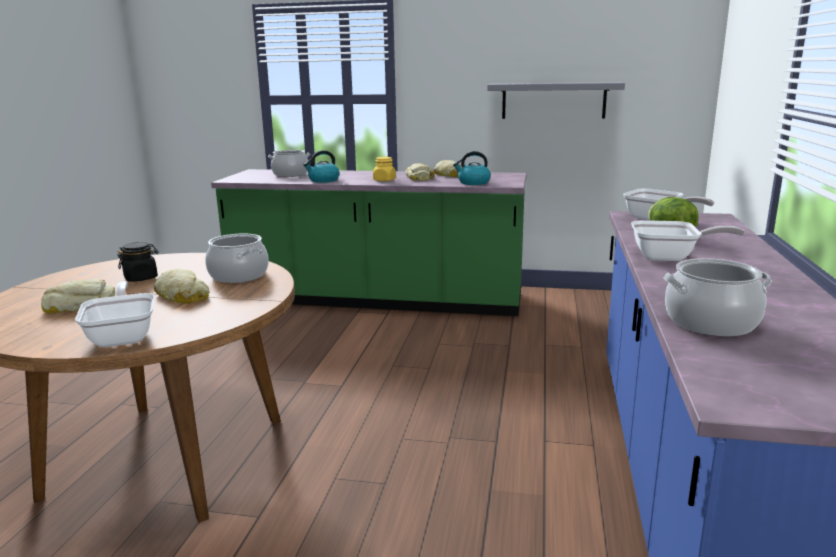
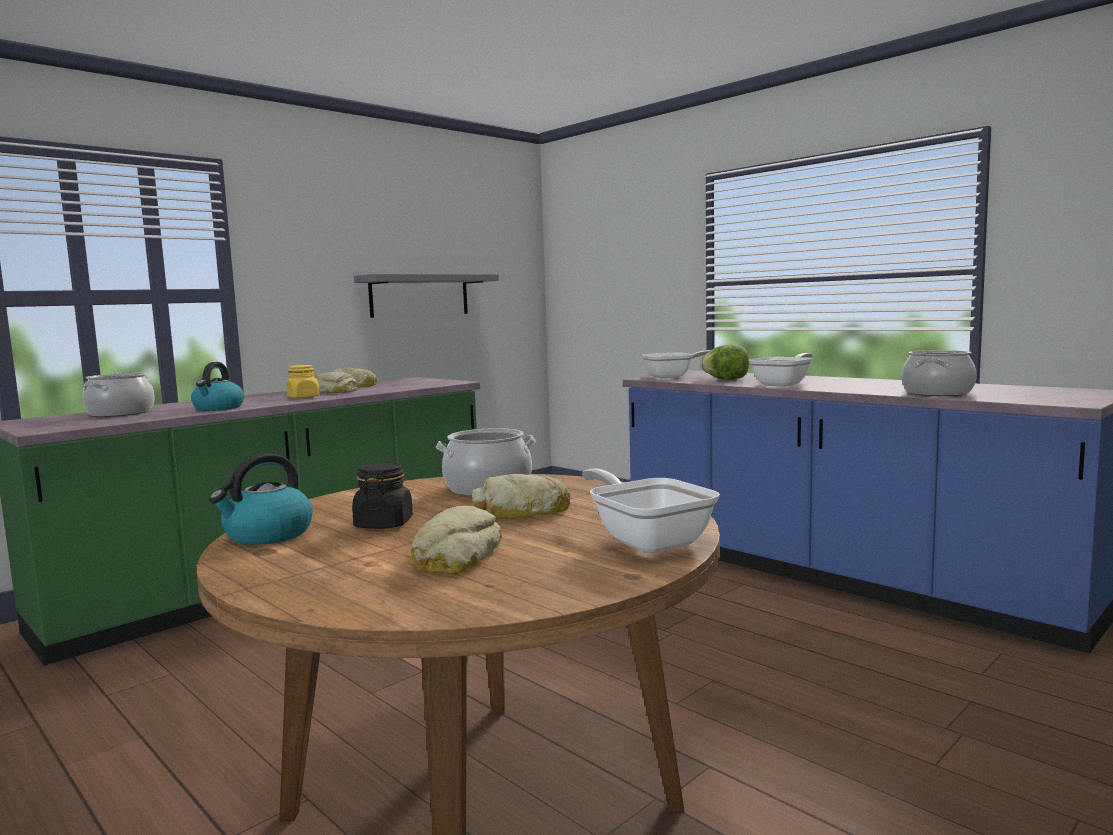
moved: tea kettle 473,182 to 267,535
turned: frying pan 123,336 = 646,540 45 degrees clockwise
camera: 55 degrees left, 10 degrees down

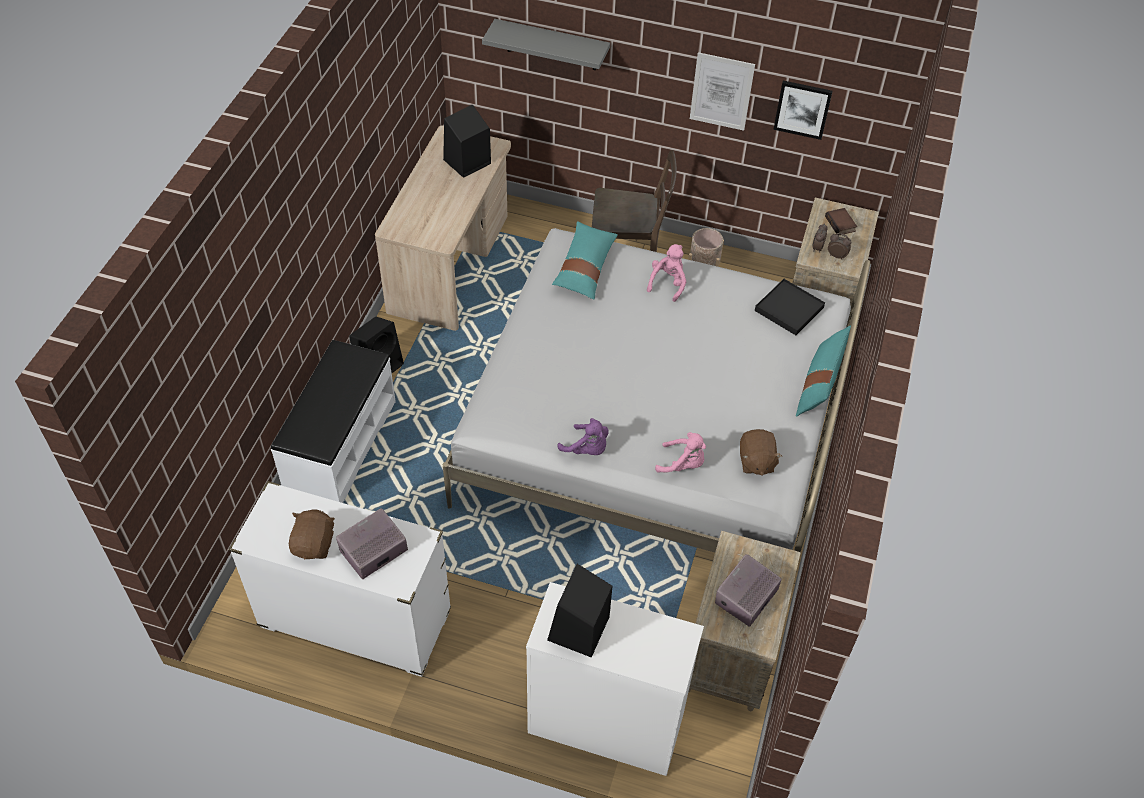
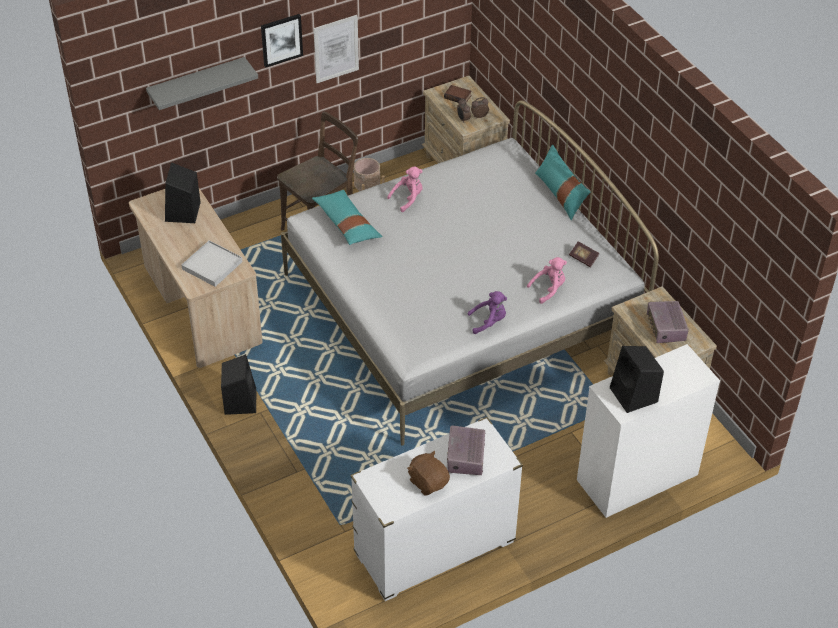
removed: white indoor bench 340,445; black carrying tray 789,309
added: white carrying tray 212,265
moved: wall art 802,109 to 281,39
replaced: brown-coloured soft toy 756,461 to bound book 583,258
turned: pink-coloured soft toy 668,283 = 408,198 75 degrees clockwise
camera: 45 degrees left, 5 degrees down

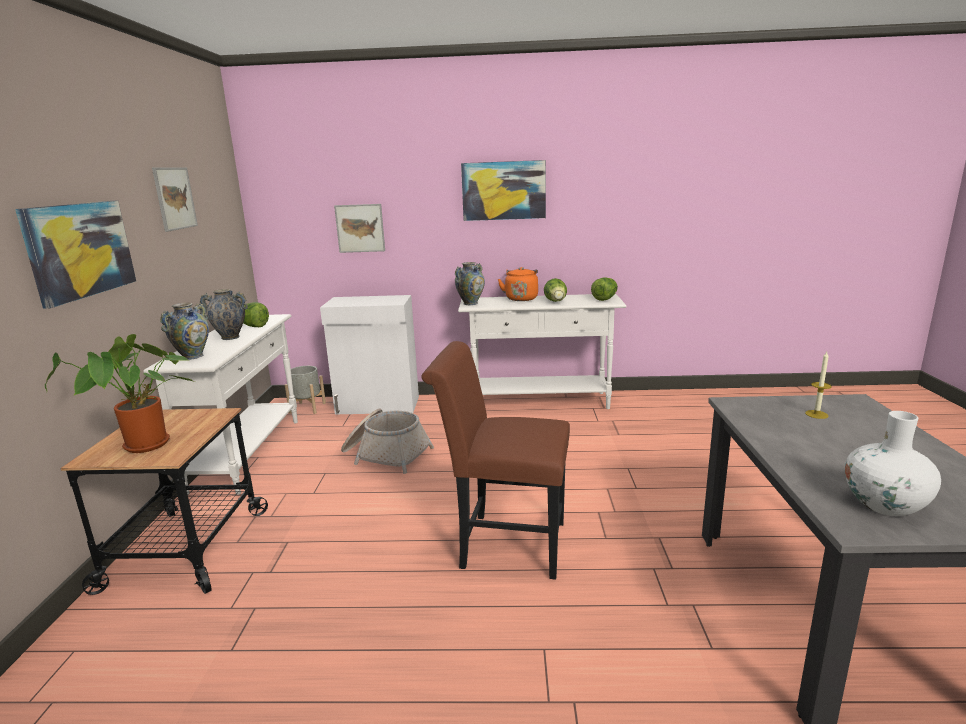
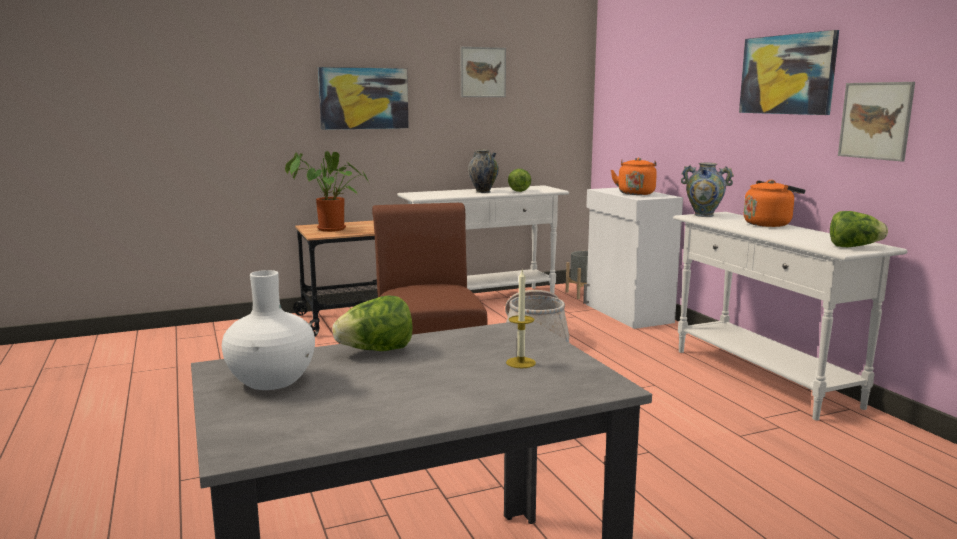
removed: decorative vase 193,356
added: orangey tea kettle 636,193
moved: wall art 360,228 to 875,120; lettuce 556,302 to 376,351
camera: 65 degrees right, 5 degrees down

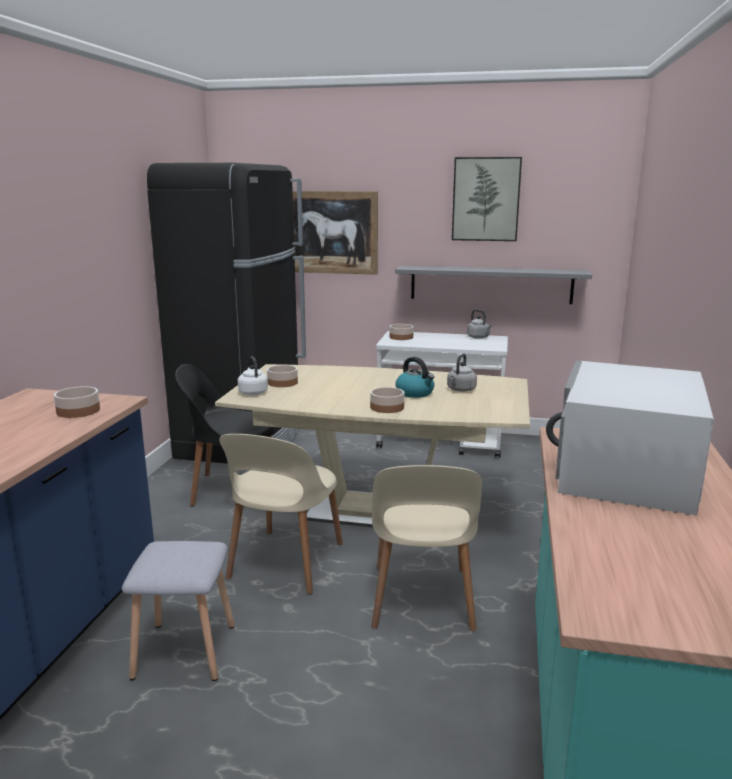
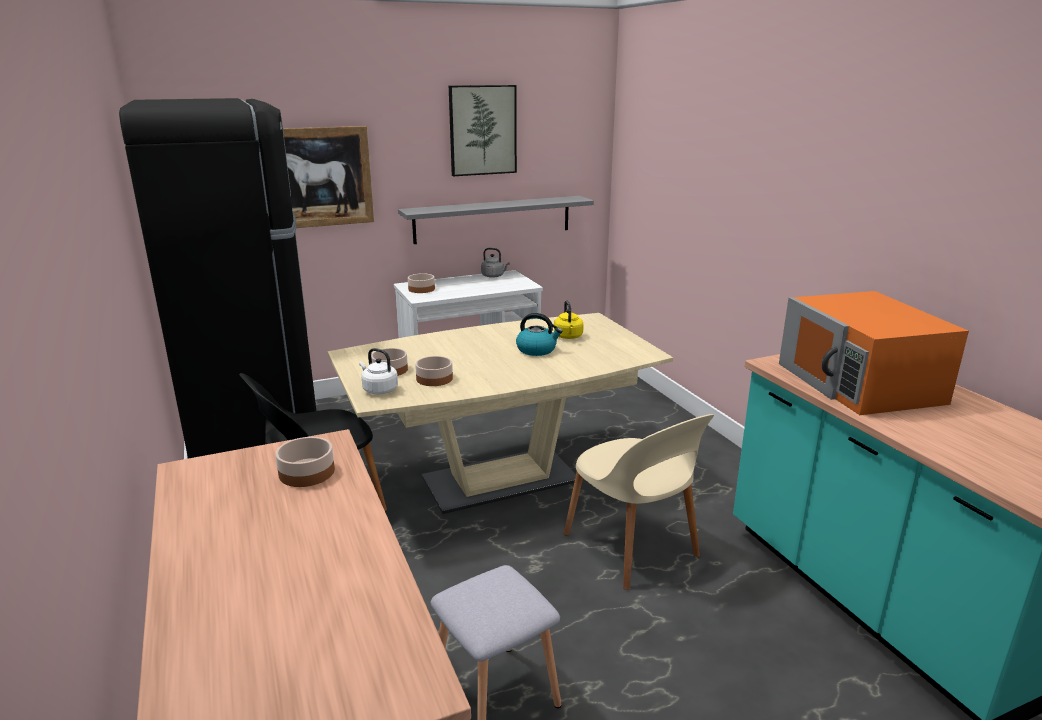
removed: beige-coloured plain chair 285,562
moved: serving bowl 387,407 to 434,378
recoloured: grey tea kettle 460,390 to yellowish tea kettle 568,337; white kitchen microwave 625,471 to orangey kitchen microwave 860,383
camera: 35 degrees left, 5 degrees up

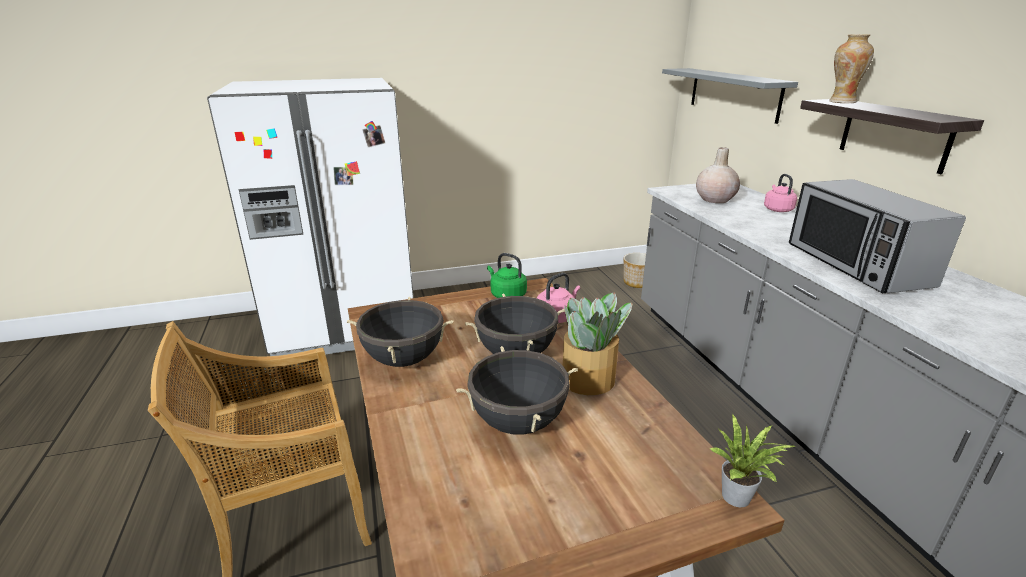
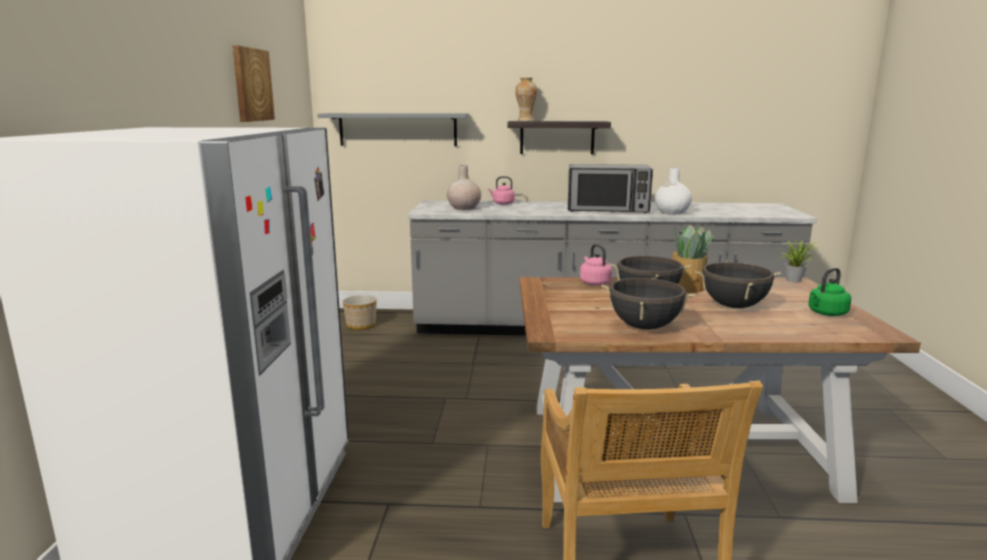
added: wall art 251,85; white decorative vase 671,212
moved: green tea kettle 506,295 to 826,313
camera: 70 degrees left, 10 degrees down

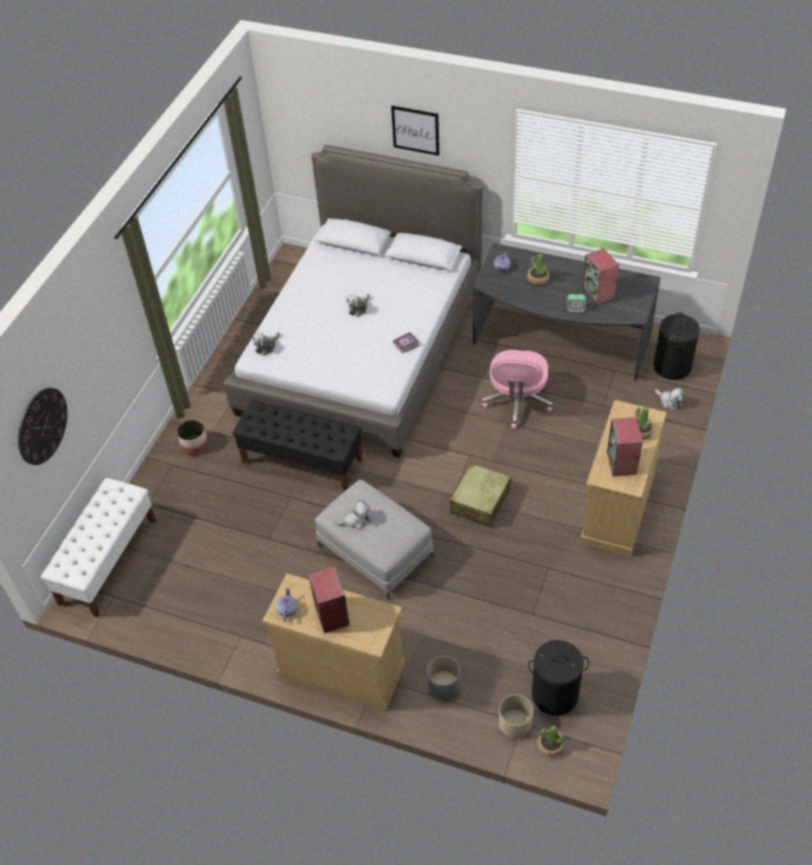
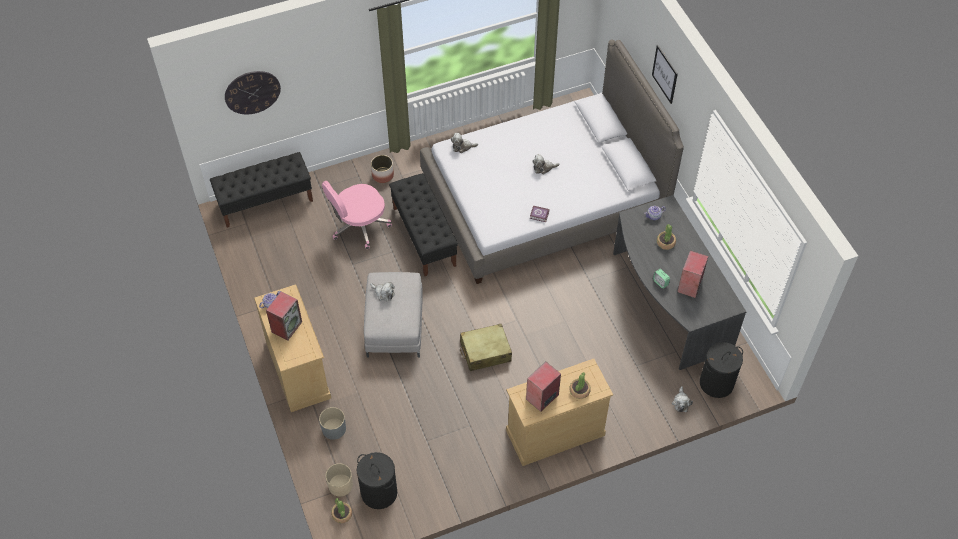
moved: pink-coloured computer chair 517,402 to 359,226
recoloured: white indoor bench 108,561 to black indoor bench 265,202
camera: 45 degrees right, 5 degrees up

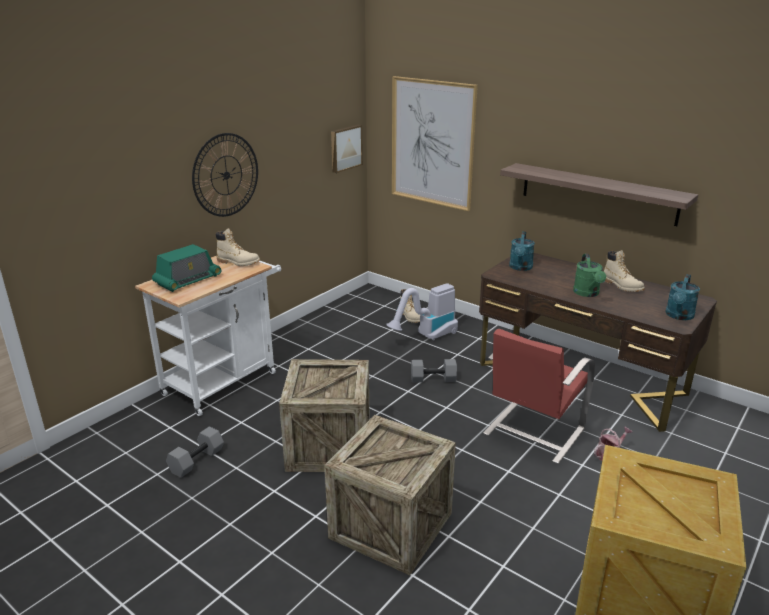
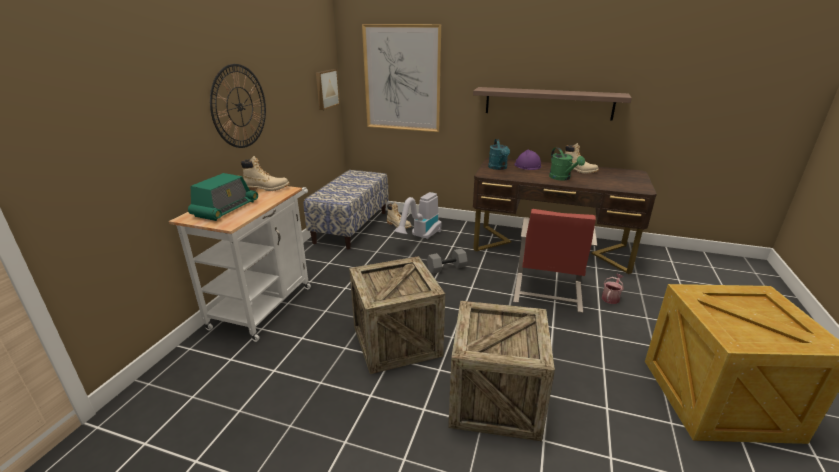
removed: grey hand weight 196,460; blue-green sprinkling can 679,316
added: indoor bench 351,227; purple hard hat 527,165
camera: 20 degrees left, 0 degrees up

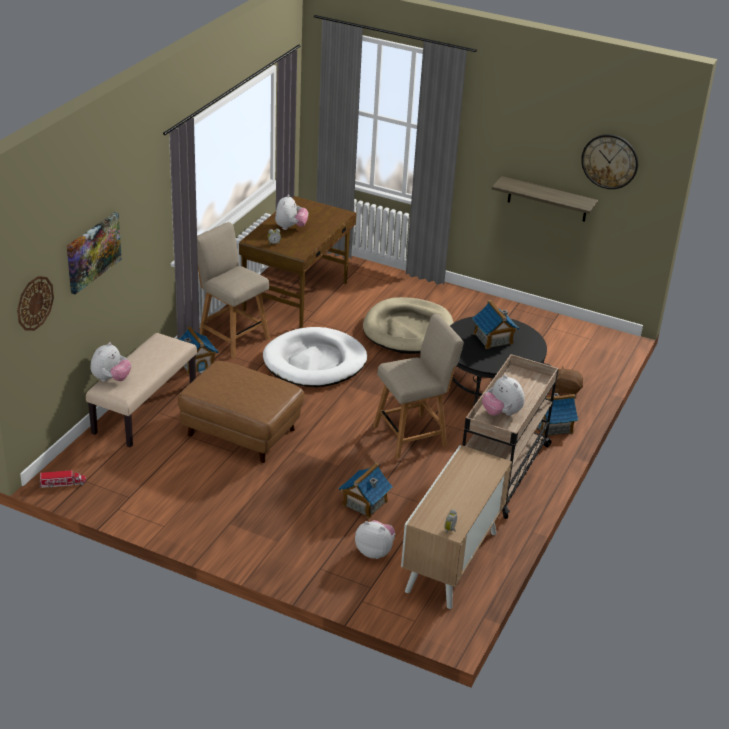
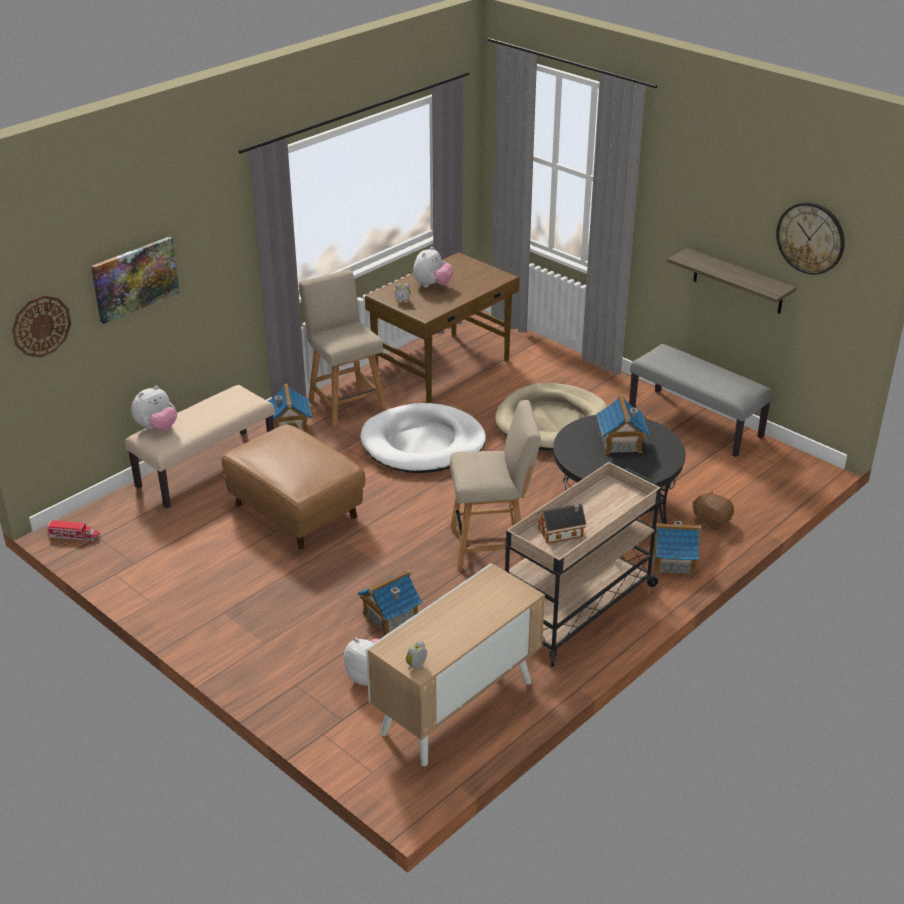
added: grey indoor bench 696,422
replaced: soft toy 501,413 to toy house 562,532
camera: 20 degrees right, 0 degrees up

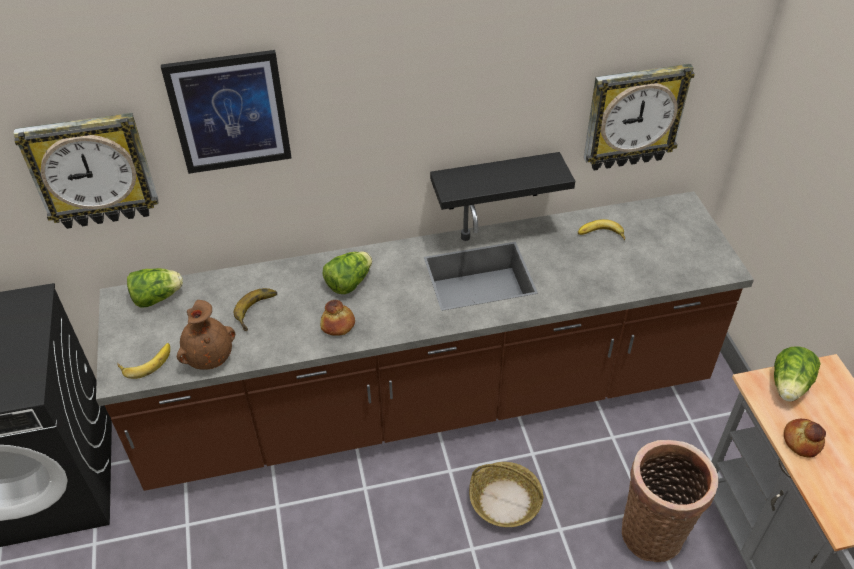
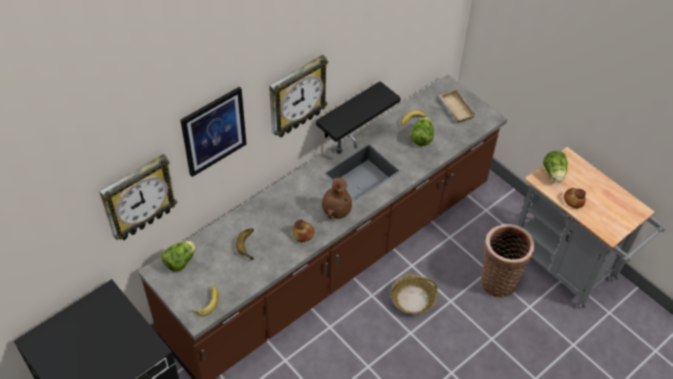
added: beige-coloured carrying tray 455,108
moved: brown-coloured decorative vase 209,358 to 336,211; lettuce 349,283 to 421,138; wall clock 633,117 to 296,97
camera: 30 degrees left, 5 degrees up

